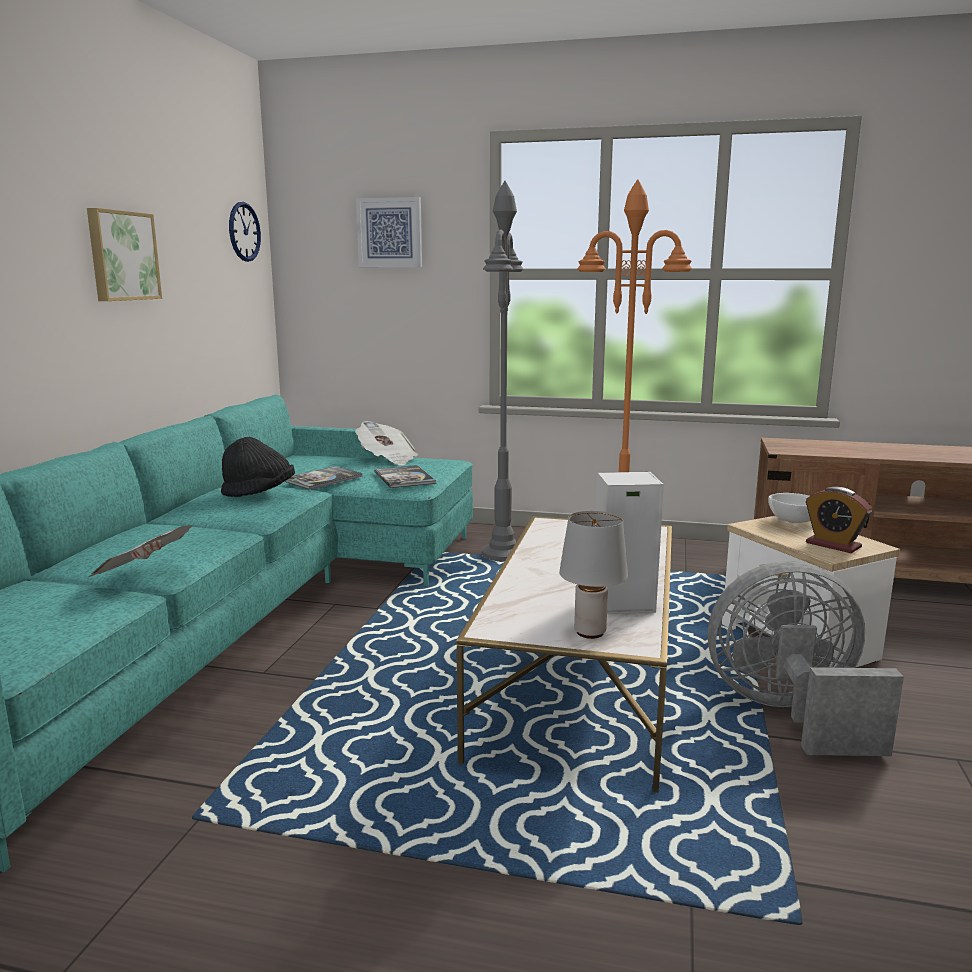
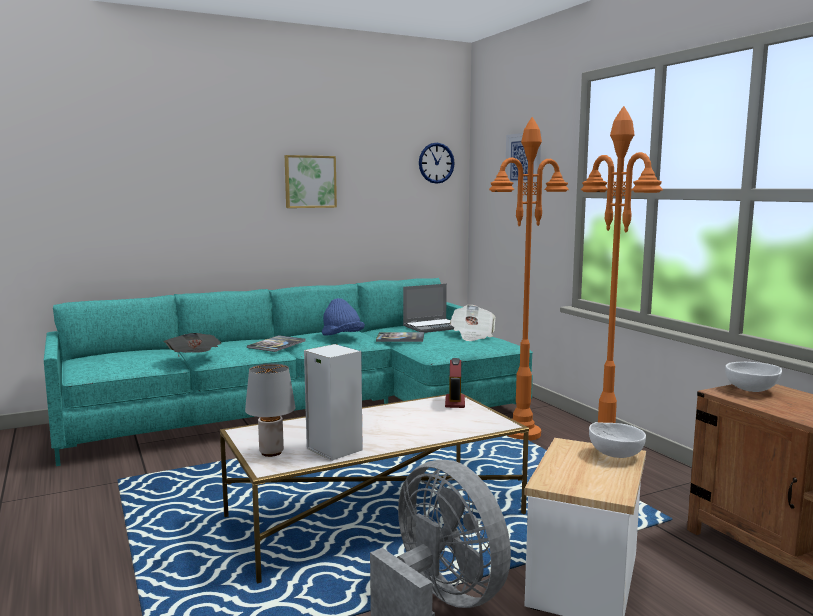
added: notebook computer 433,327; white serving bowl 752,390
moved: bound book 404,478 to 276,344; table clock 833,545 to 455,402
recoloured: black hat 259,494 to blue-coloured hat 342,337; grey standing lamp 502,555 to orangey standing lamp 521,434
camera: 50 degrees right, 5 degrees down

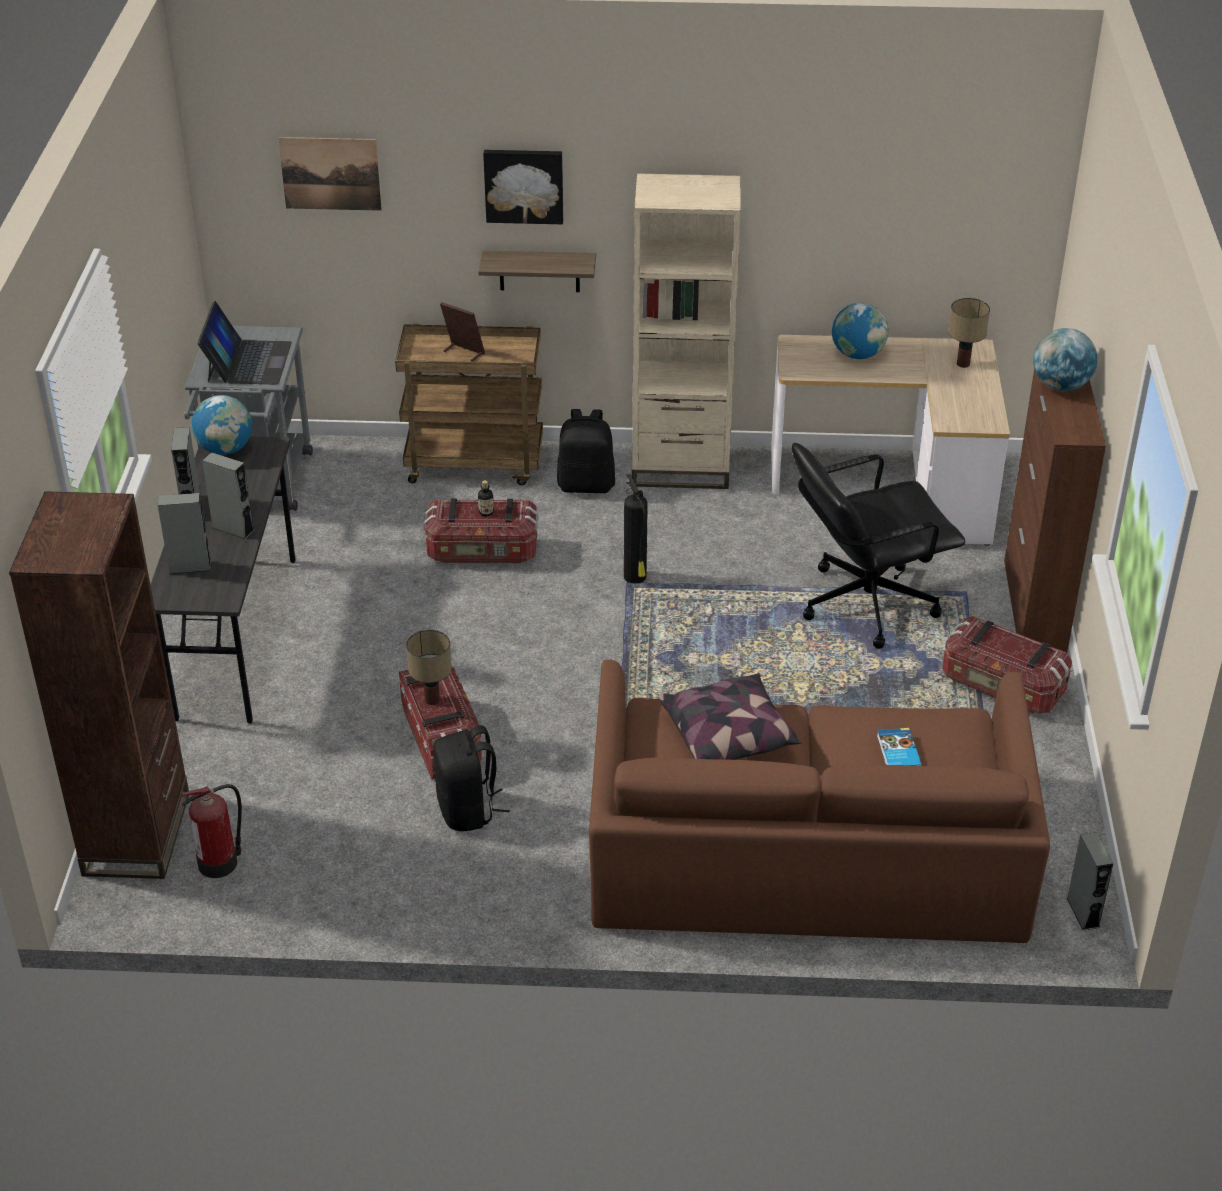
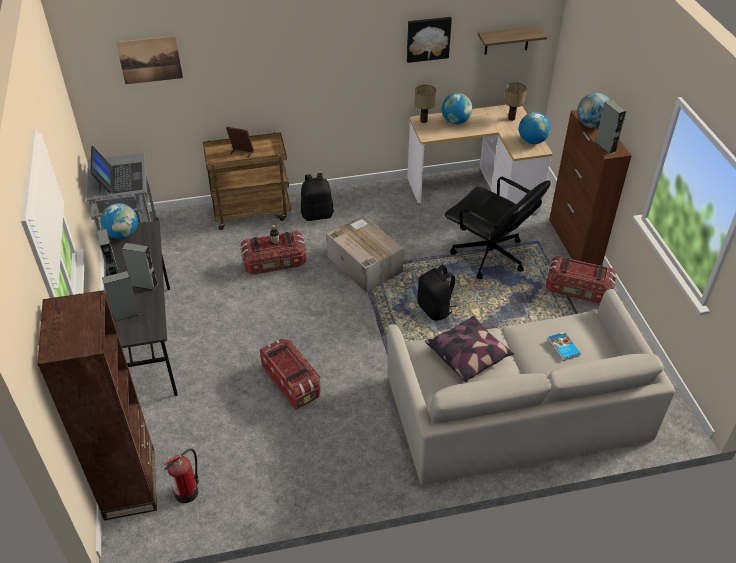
removed: beige-coloured bookcase 680,468
added: desk globe 532,141
moved: table lamp 431,699 to 423,120; black knapsack 468,810 to 435,309; bracket shelf 539,271 to 507,40; wall art 524,185 to 428,38; grey audio speaker 1082,912 to 605,147
replaced: fire-fighting cylinder 635,578 to carton 364,264
recoloured: brown-coloured couch 804,847 to grey couch 515,407
turned: black computer chair 865,603 = 489,256 105 degrees counterclockwise
camera: 15 degrees left, 5 degrees up

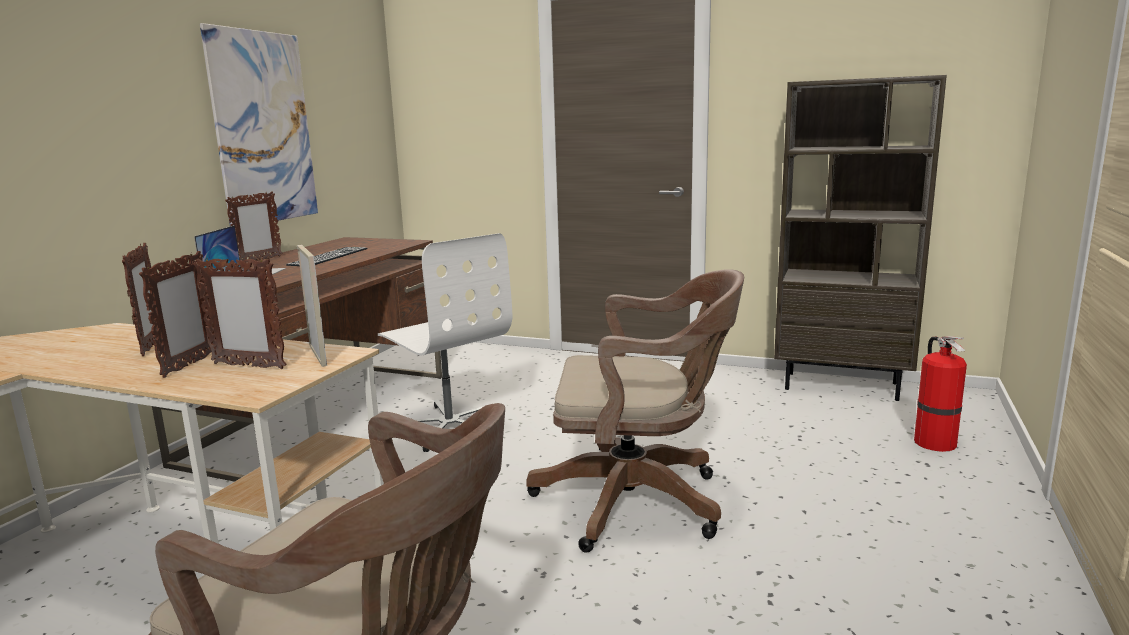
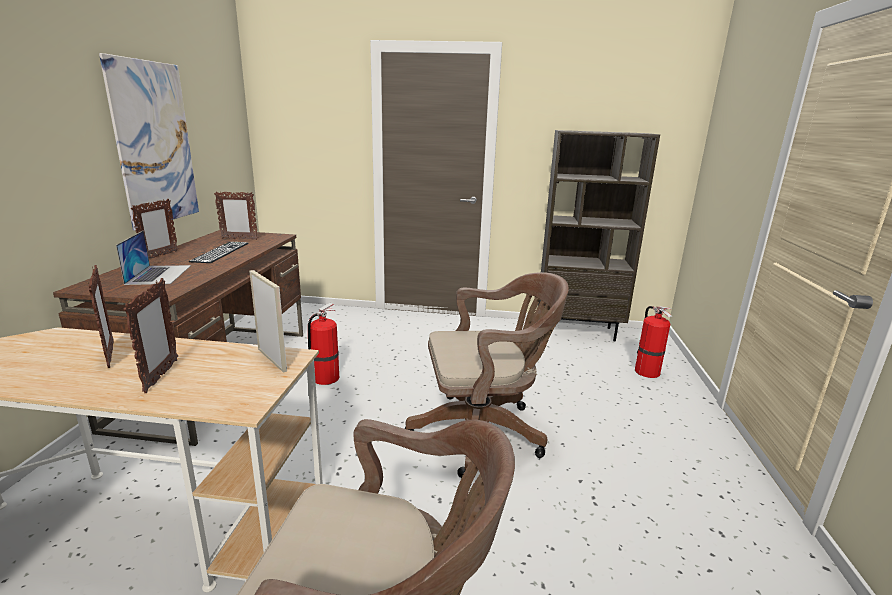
moved: standing frame 248,366 to 239,239
replaced: white computer chair 450,426 to fire-fighting cylinder 325,378
camera: 15 degrees left, 5 degrees up

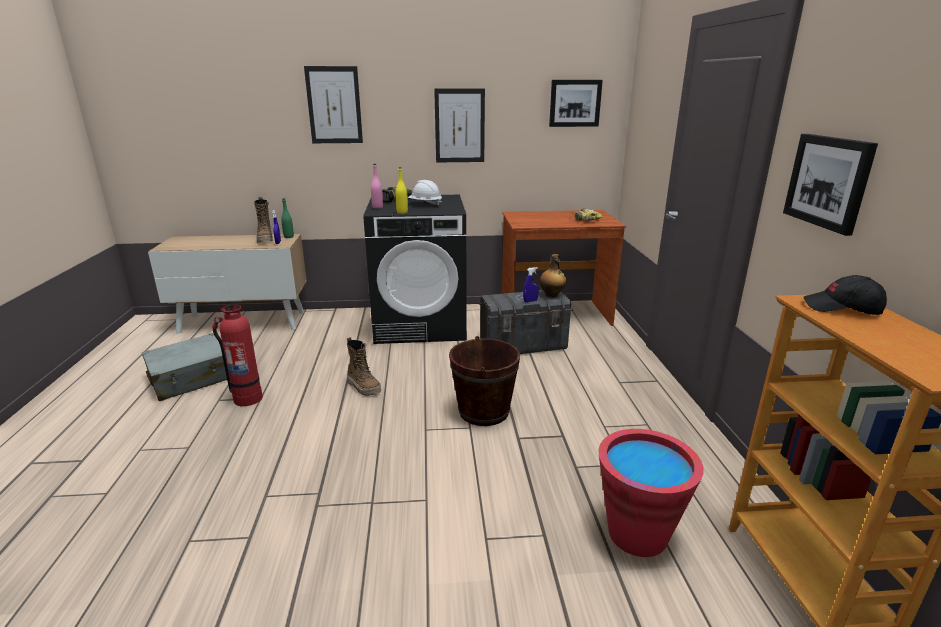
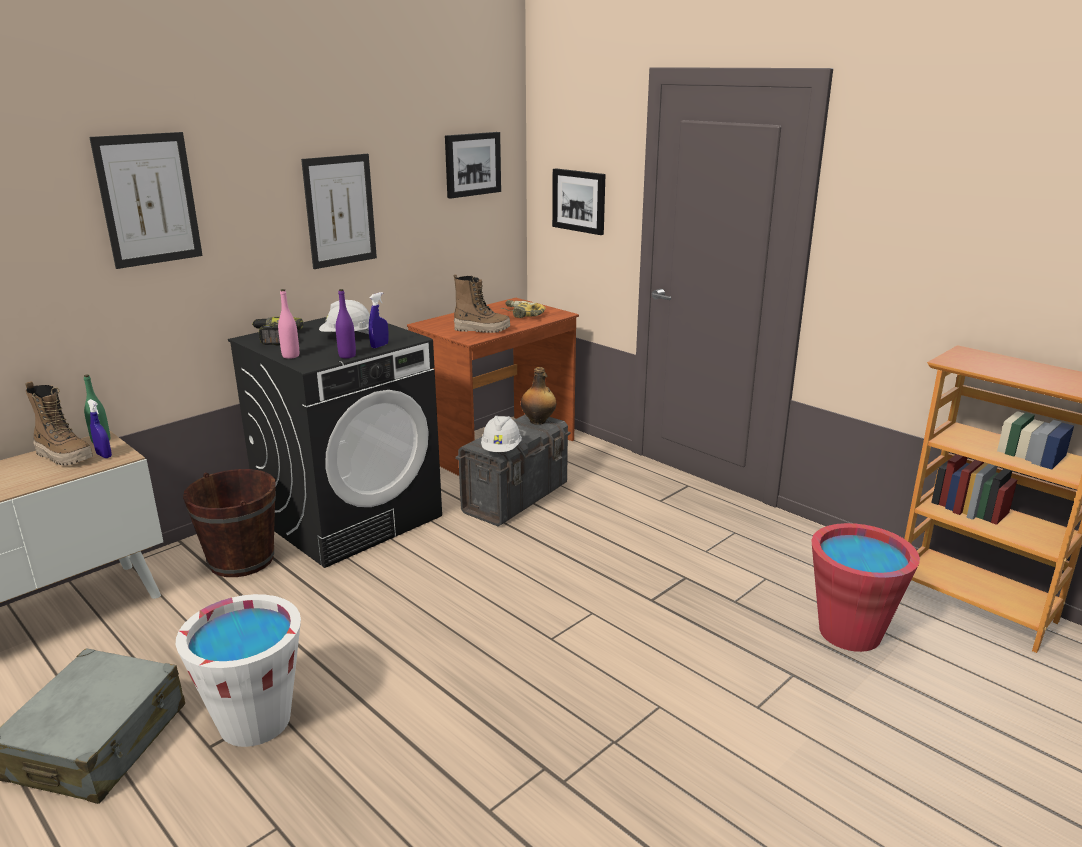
removed: black peaked cap 842,308
added: white hard hat 501,450
moved: high-top boot 364,387 to 482,329; brown-coloured water bucket 484,411 to 242,560; blue-coloured sprayer 530,301 to 379,346; wall art 828,182 to 579,201
replaced: fire-fighting cylinder 247,398 to white water bucket 255,721
recoloured: yellowish drink bottle 402,212 to purple drink bottle 347,356
camera: 40 degrees left, 0 degrees up

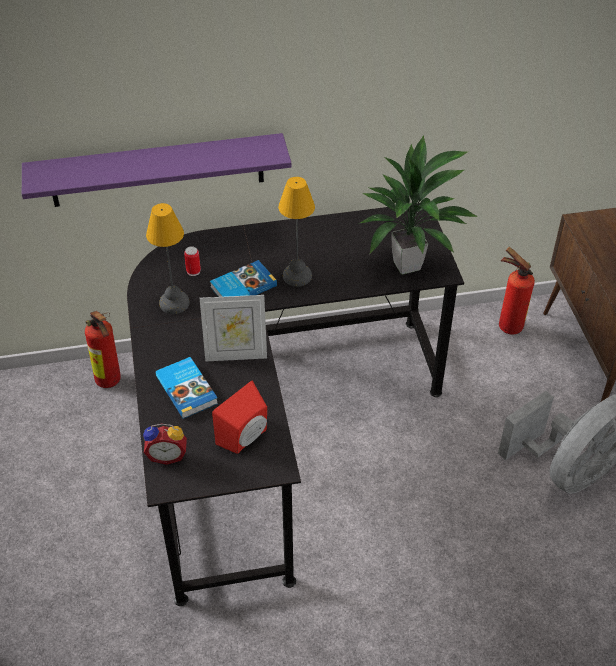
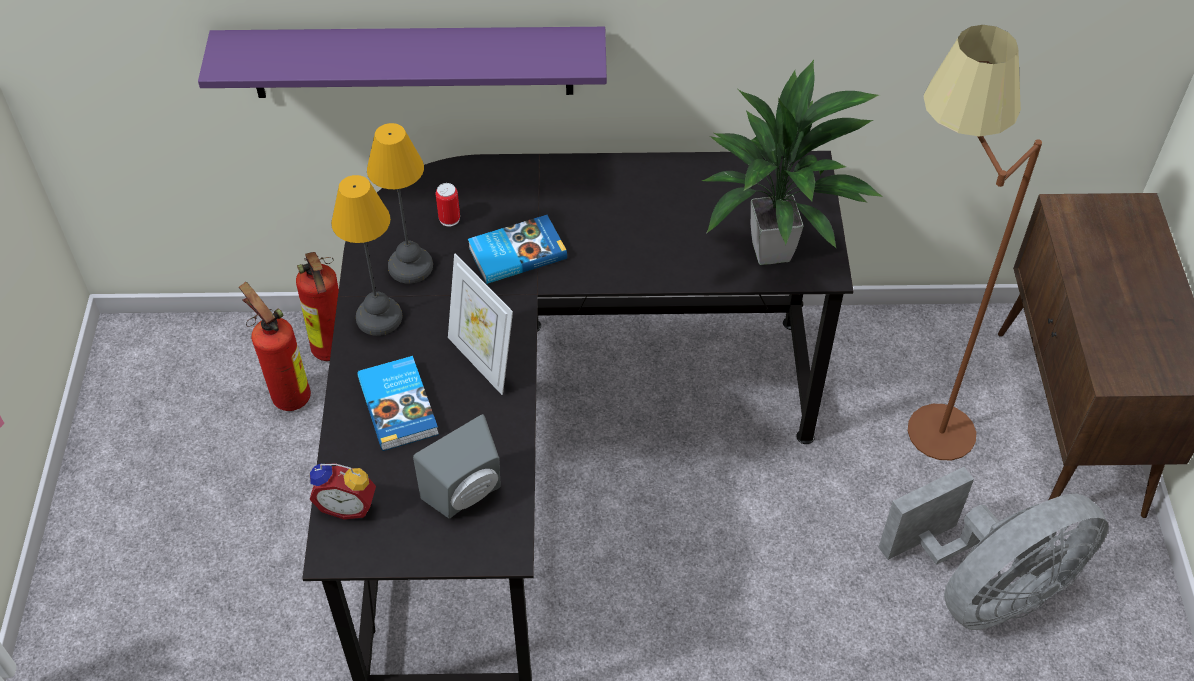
added: brown-coloured standing lamp 911,421
moved: table lamp 297,276 to 378,318; fire-fighting cylinder 507,325 to 288,394
recoloured: red audio speaker 246,438 to grey audio speaker 468,495
turned: standing frame 236,355 = 482,361 45 degrees clockwise
camera: 10 degrees right, 5 degrees up

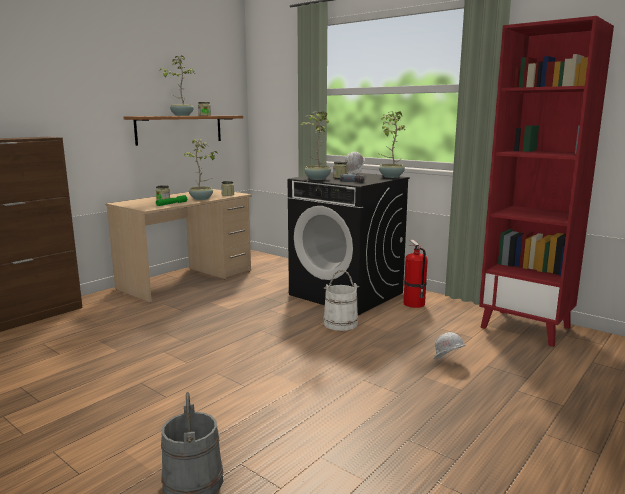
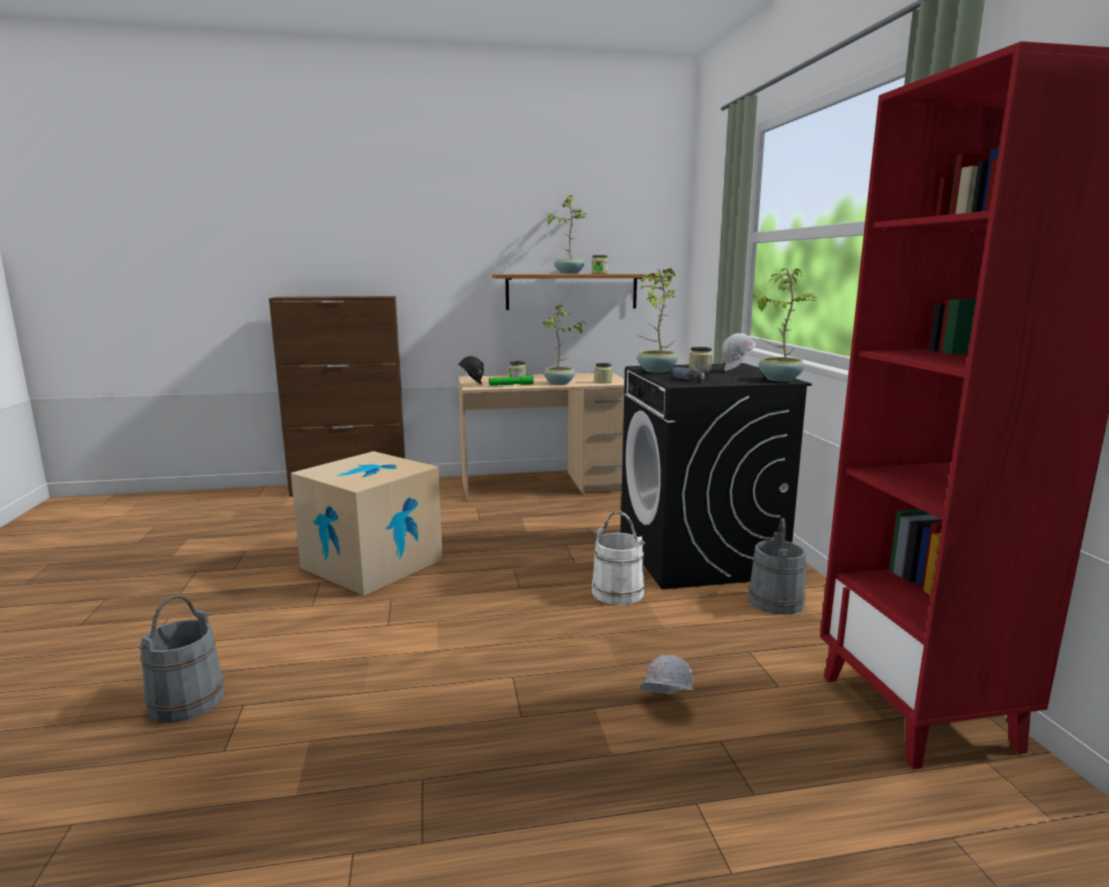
added: carton 372,563; black hard hat 470,385
replaced: fire-fighting cylinder 414,304 to grey water bucket 776,601
camera: 40 degrees right, 0 degrees up

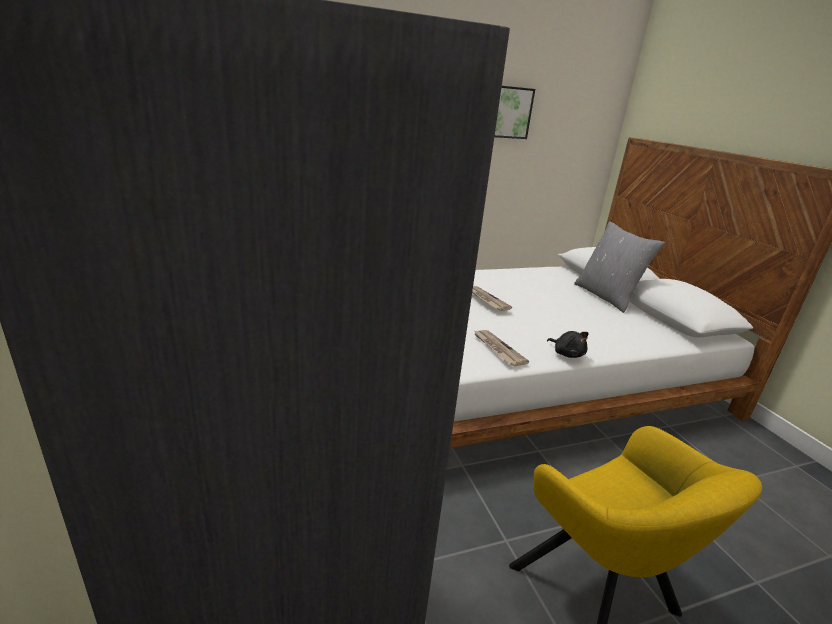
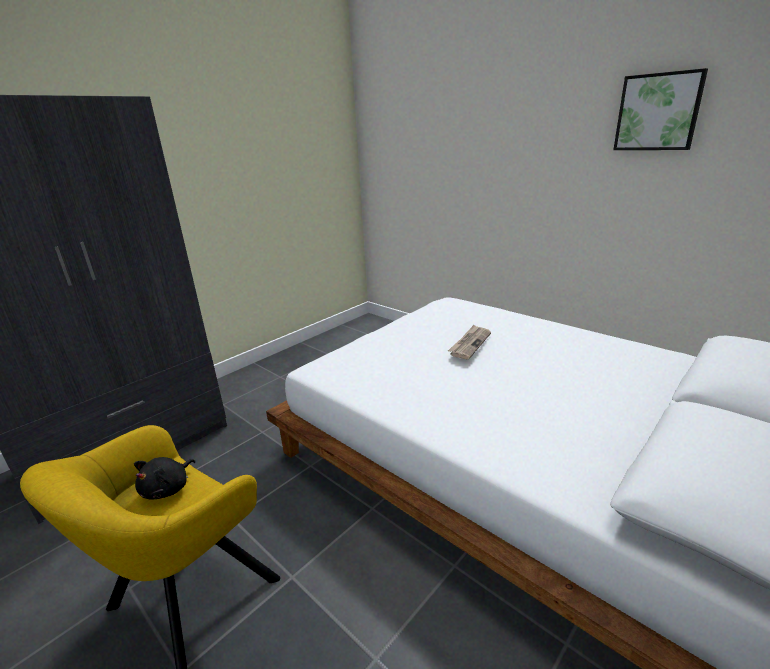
removed: printed paper 497,349; grey throw pillow 606,296
moved: black soft toy 567,354 to 168,488
camera: 65 degrees right, 0 degrees up

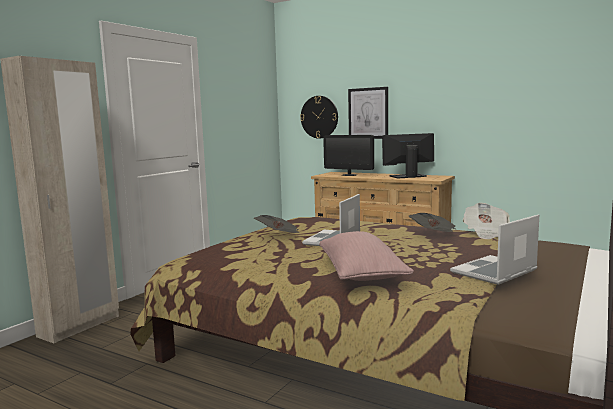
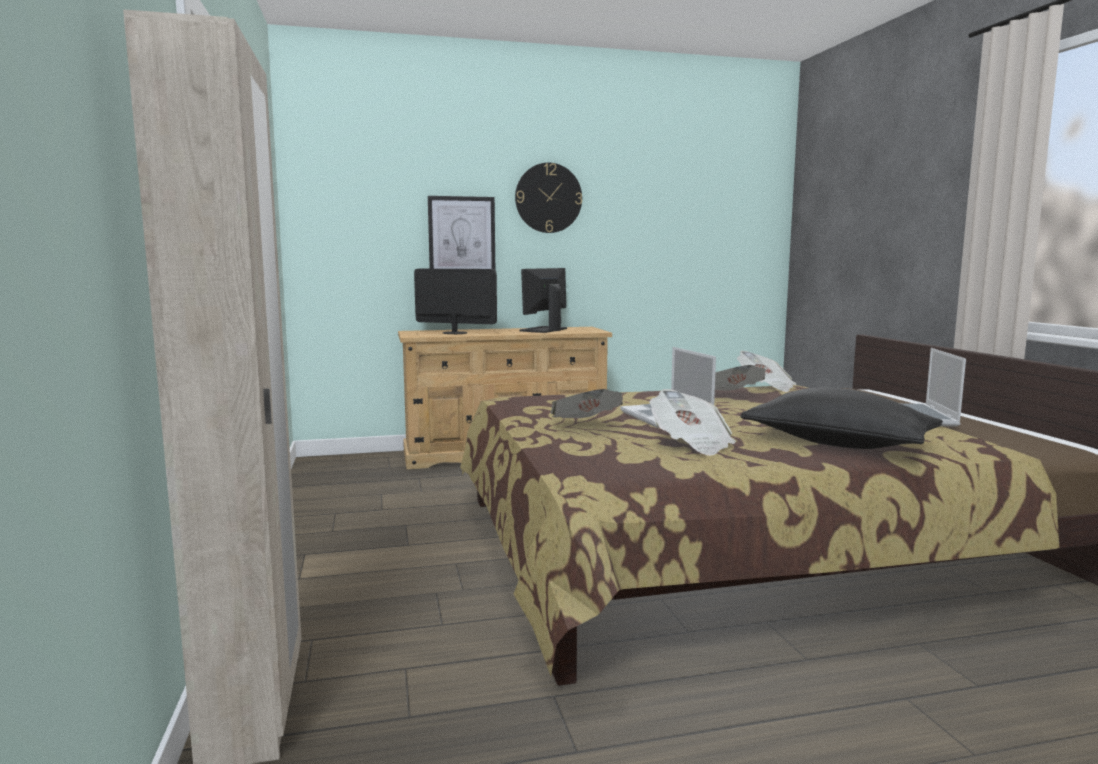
added: printed paper 691,444
moved: wall clock 319,117 to 548,198
recoloured: pink-coloured throw pillow 361,274 to black throw pillow 837,444
turned: computer display 349,175 = 454,333 150 degrees counterclockwise
camera: 45 degrees left, 0 degrees up

